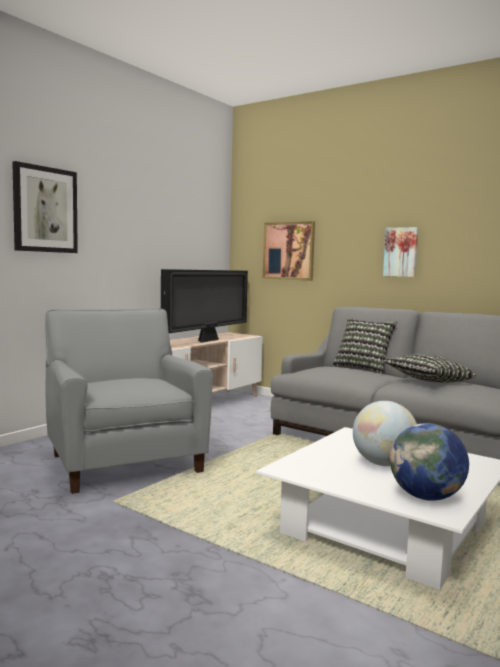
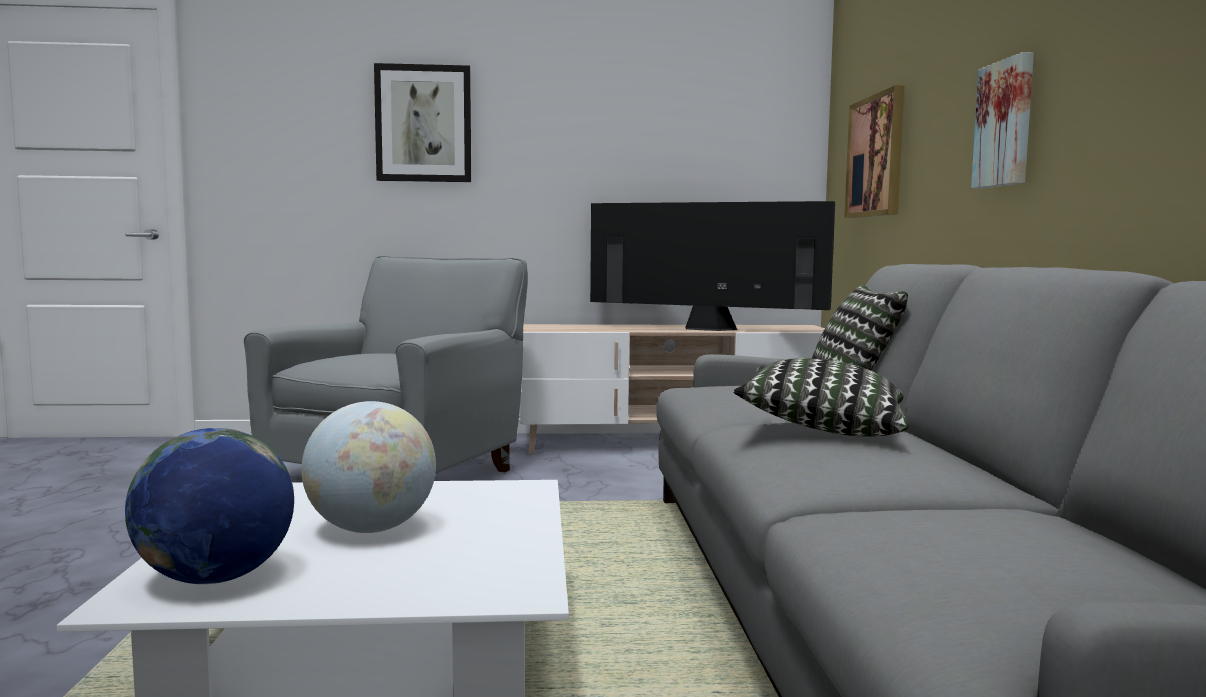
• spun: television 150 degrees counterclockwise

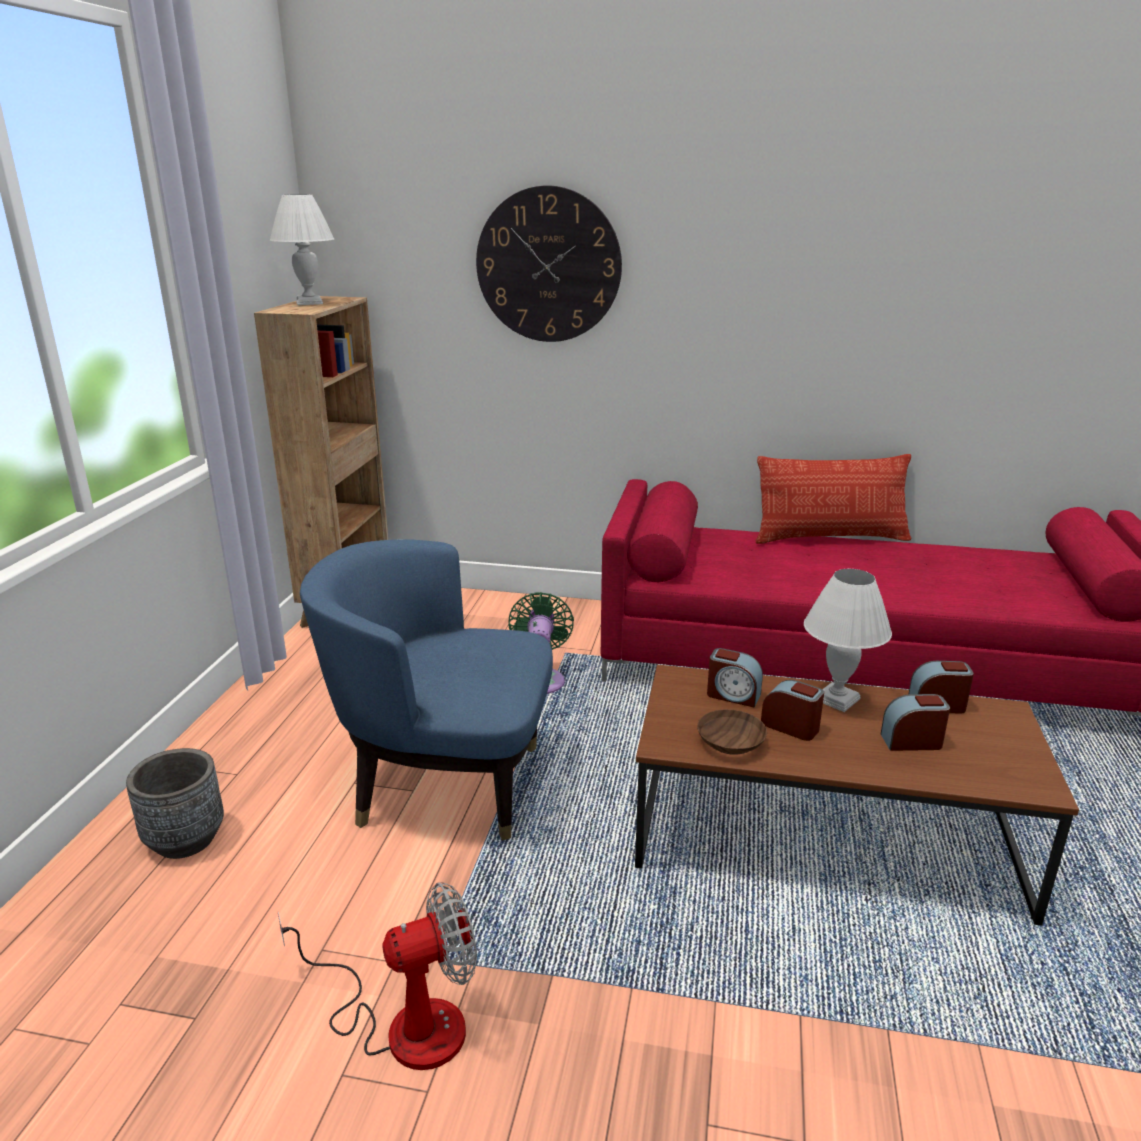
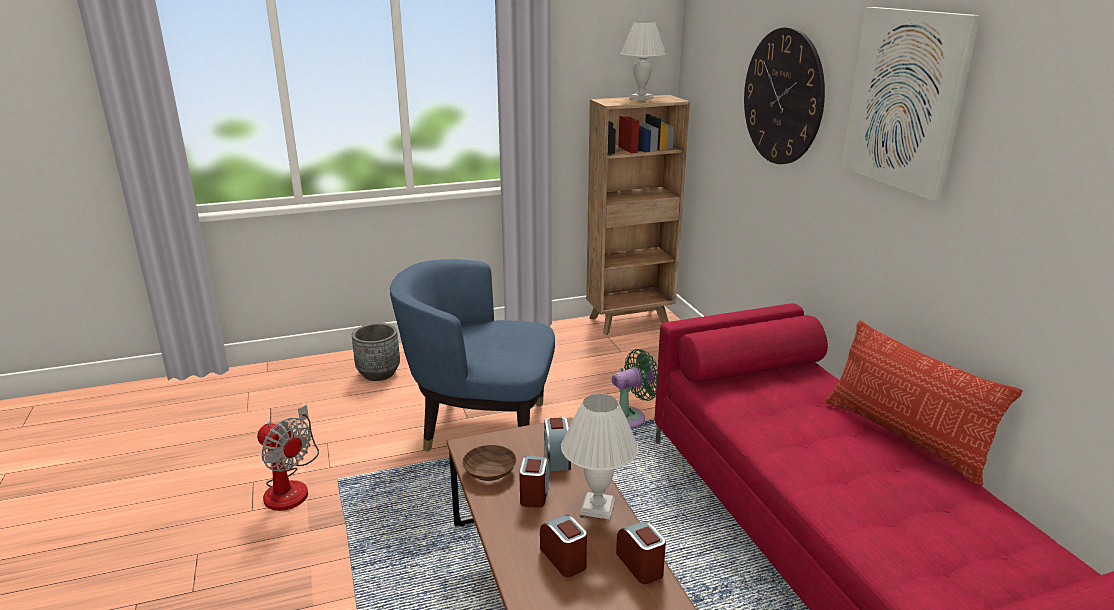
• appeared: picture
• spun: armchair (blue) 60 degrees counterclockwise

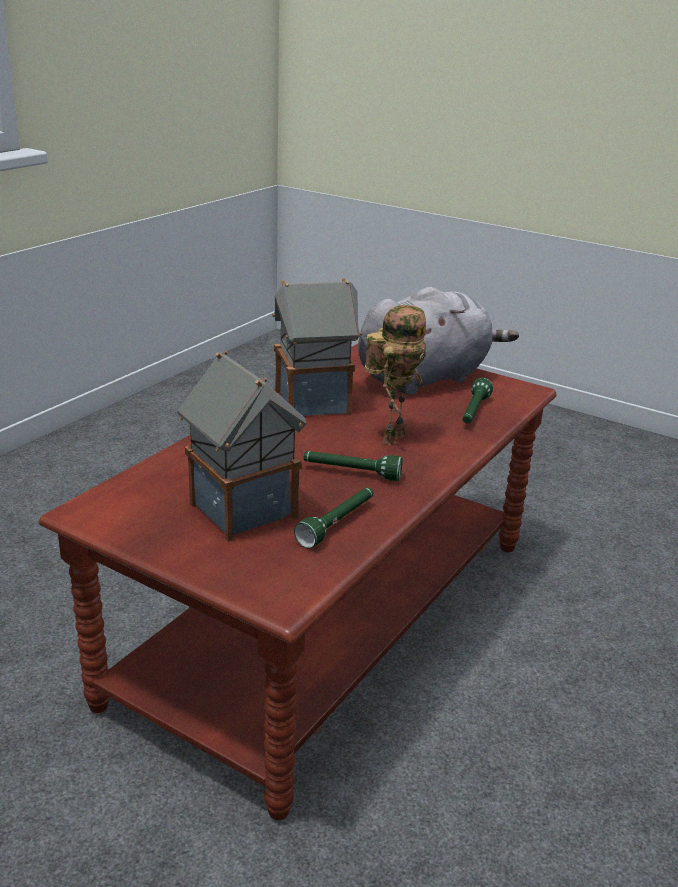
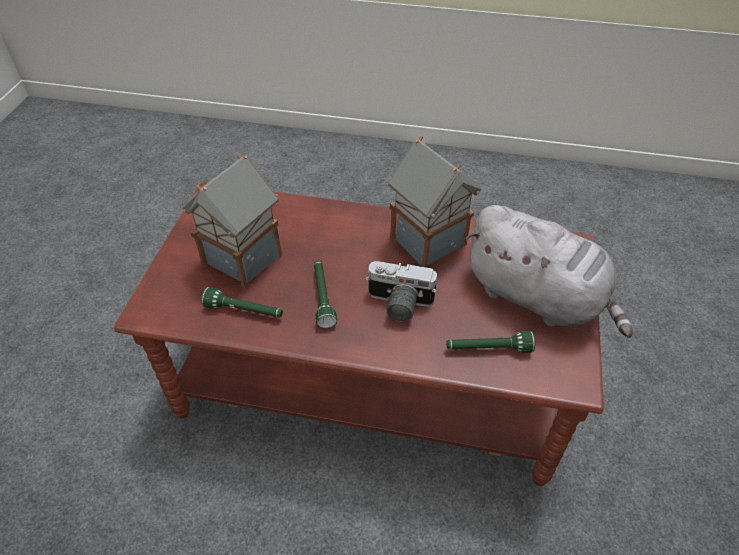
• exchanged: toy robot to photo camera

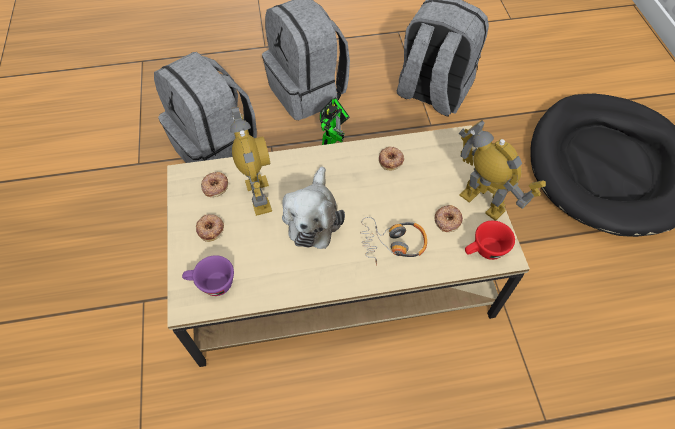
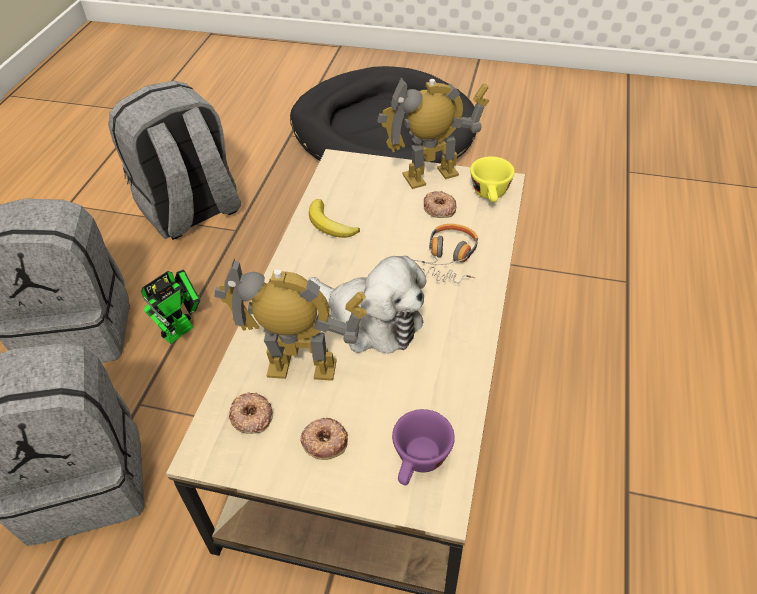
• exchanged: donut (no. 3 from left) to banana
• colour: cup (red) to cup (yellow)
• spun: toy robot (no. 2 from left in the first image) 75 degrees clockwise

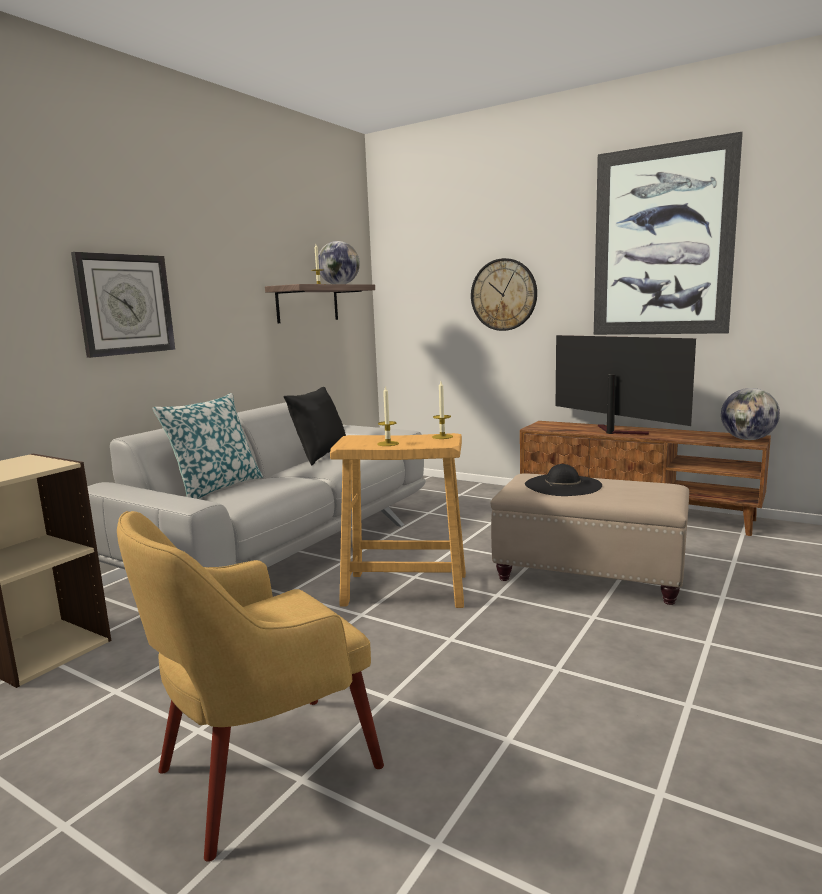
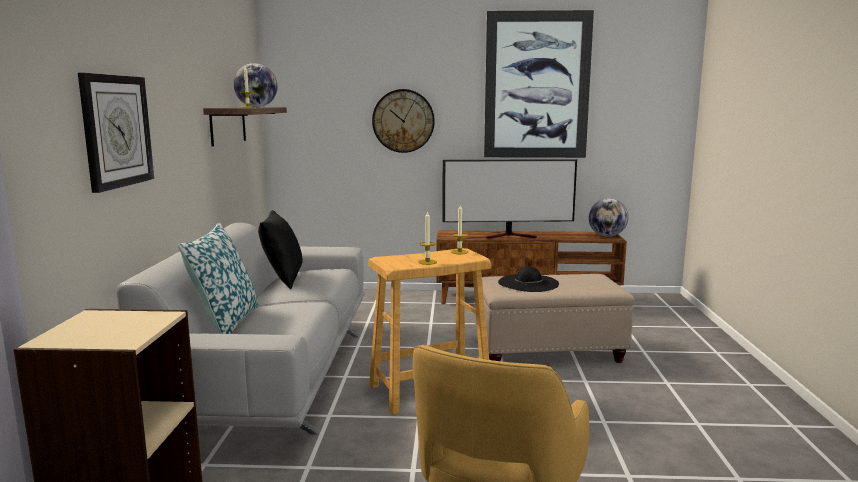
• spun: television 150 degrees clockwise

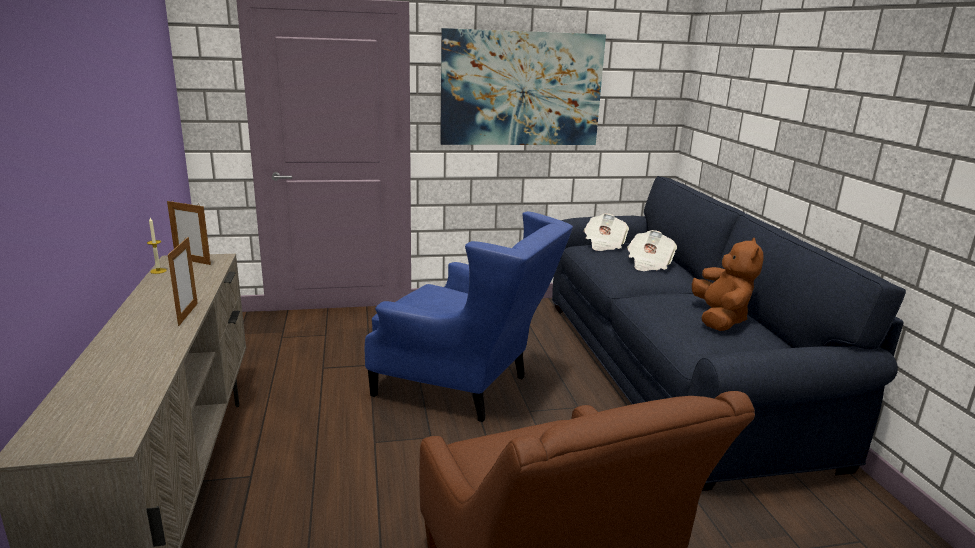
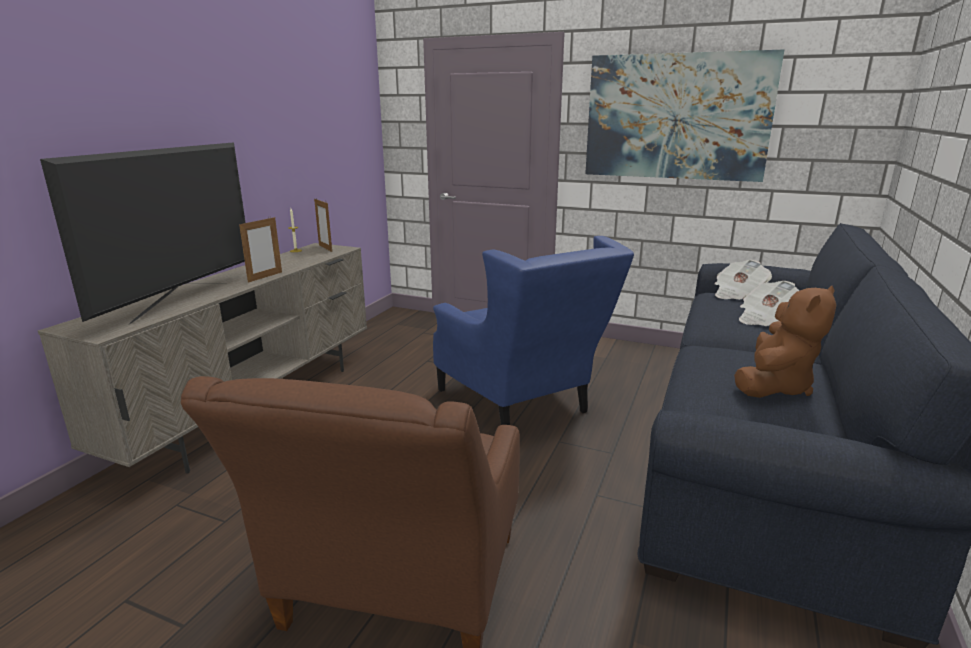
• appeared: television

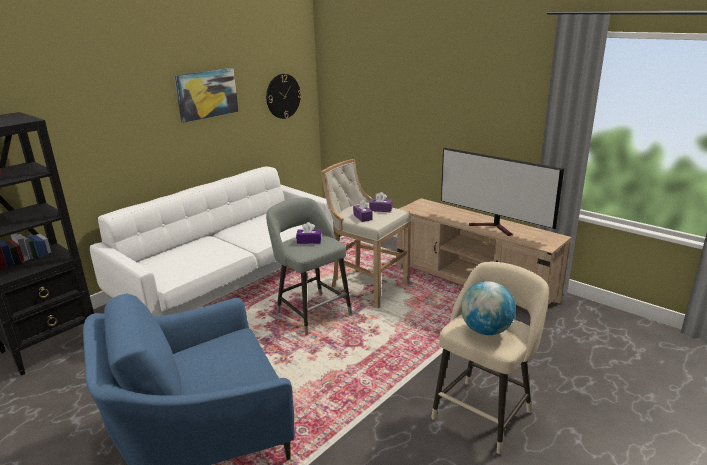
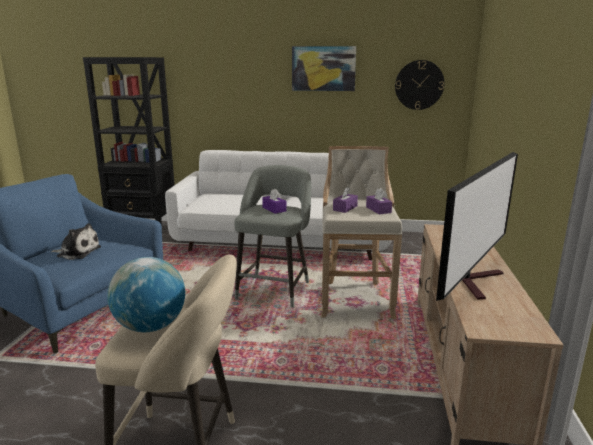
• appeared: plush toy
• spun: television 150 degrees counterclockwise

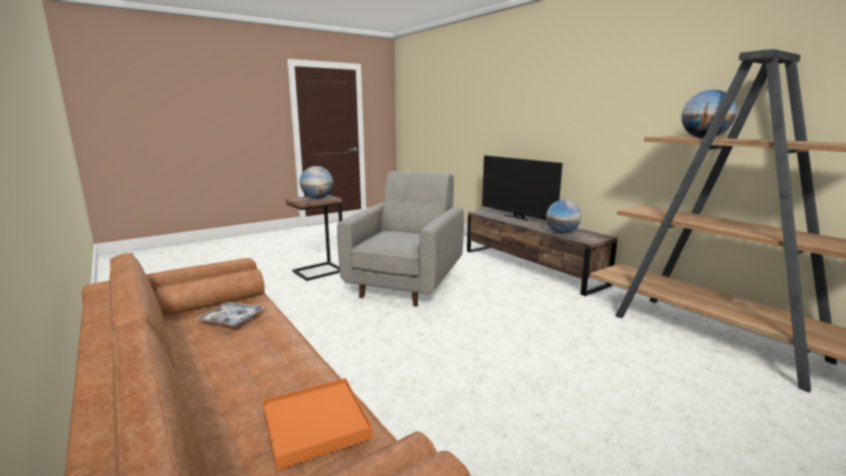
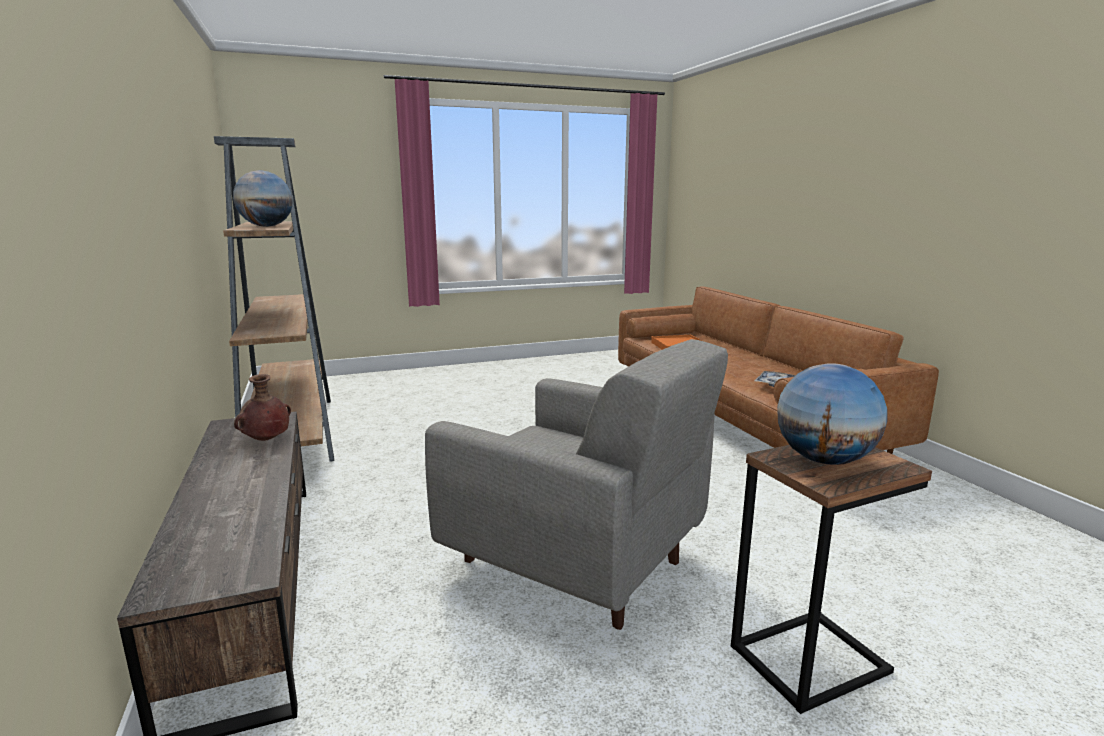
• missing: television
• exchanged: globe (no. 2 from left) to vase (brown)
• spun: armchair (grey) 90 degrees counterclockwise

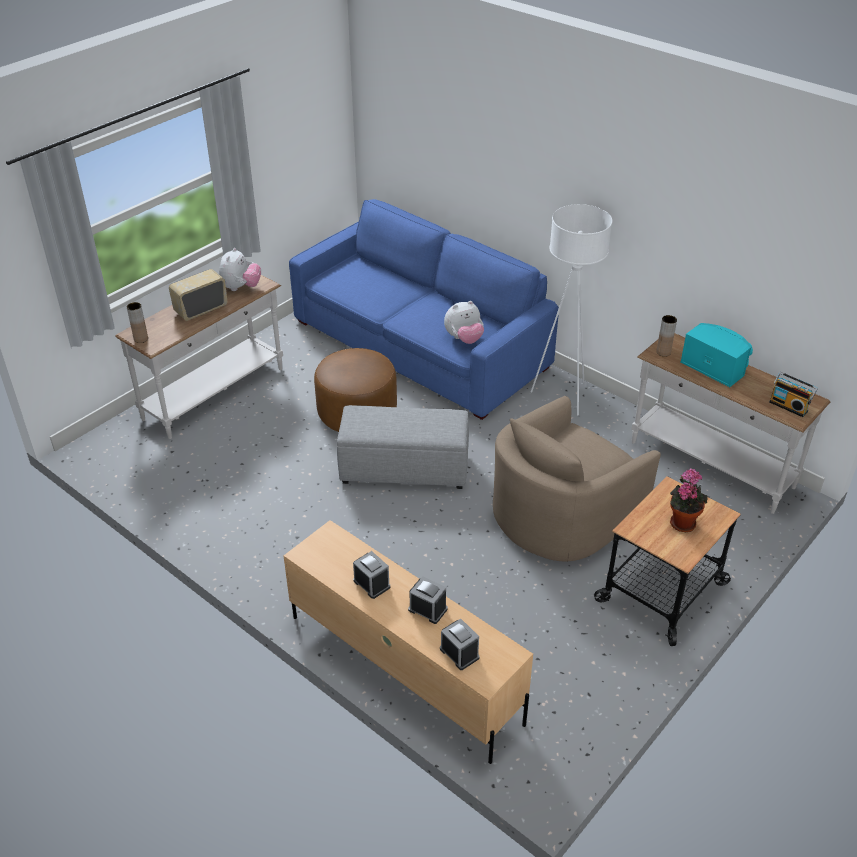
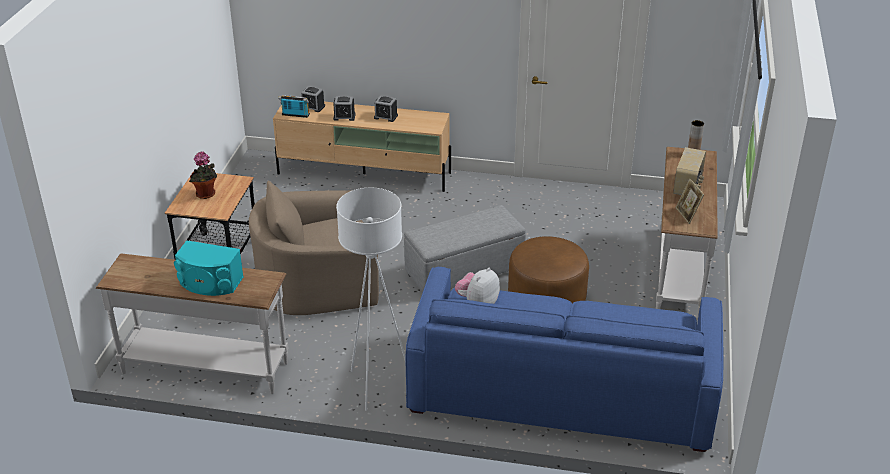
• missing: vase (brown) (no. 2 from left)
• relocated: radio (no. 2 from left in the first image) to radio (no. 1 from left)
• exchanged: plush toy (no. 1 from left) to picture frame
• spun: armchair (beige) 120 degrees counterclockwise

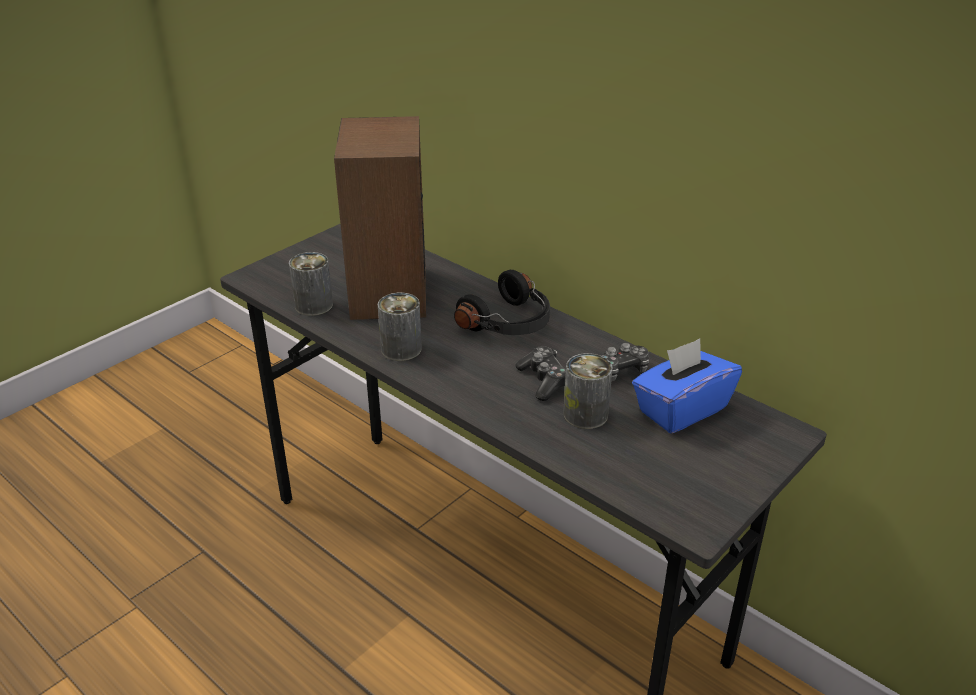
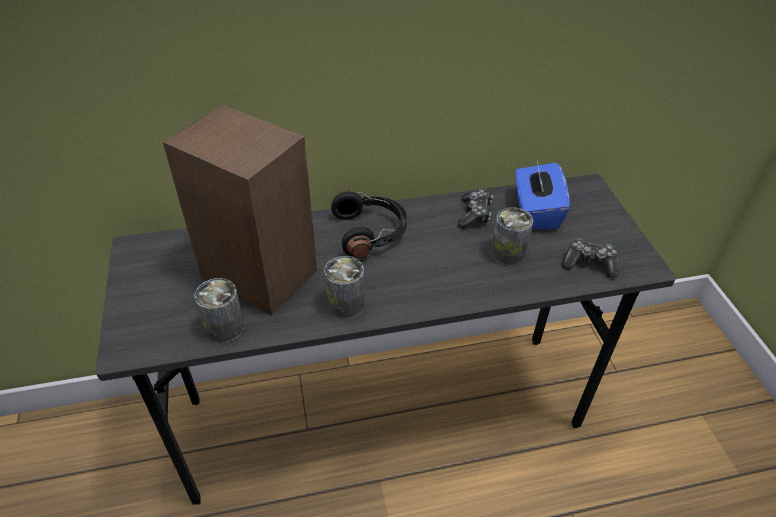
• relocated: game controller (no. 1 from left in the first image) to game controller (no. 2 from left)

